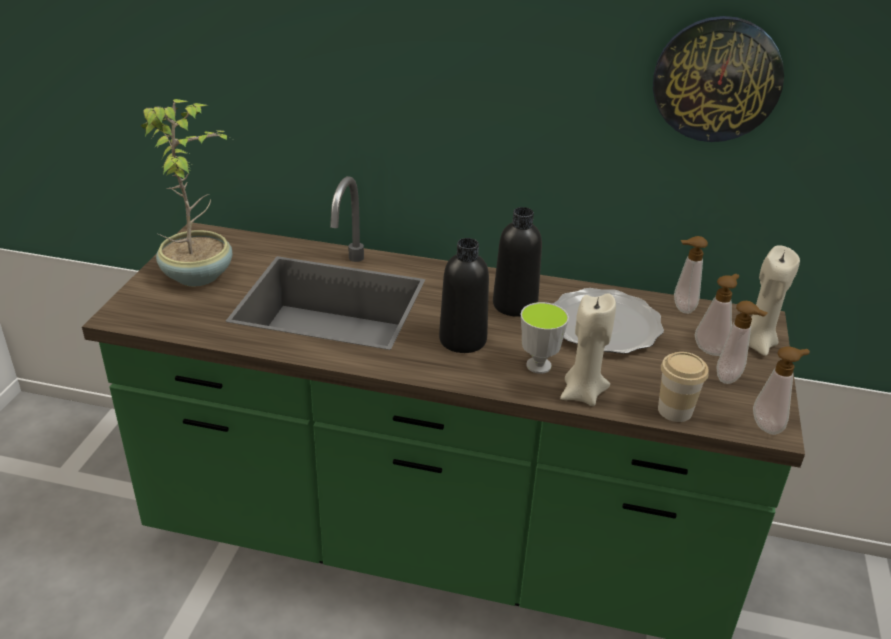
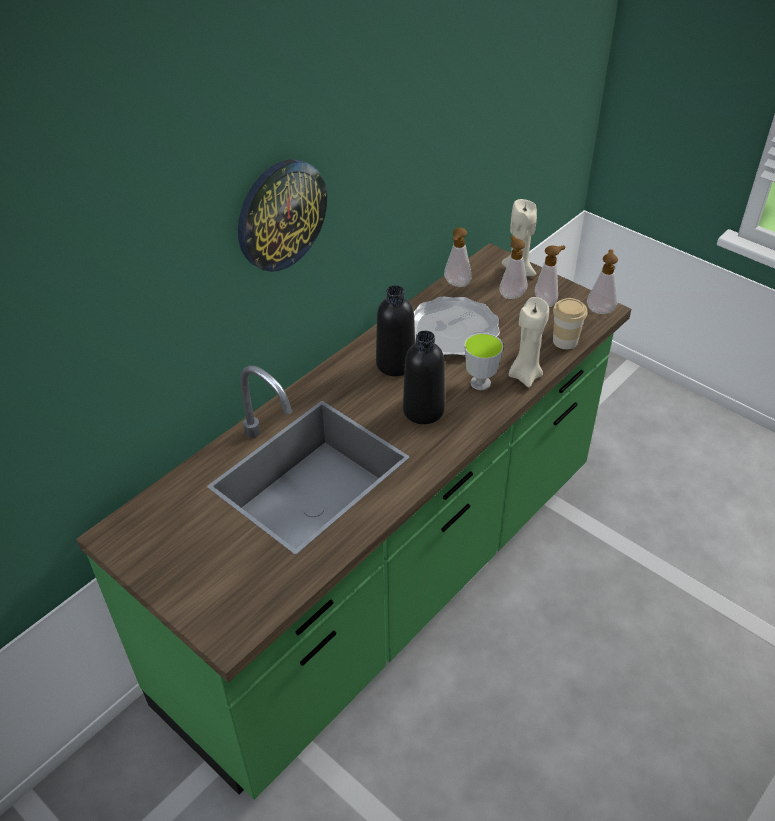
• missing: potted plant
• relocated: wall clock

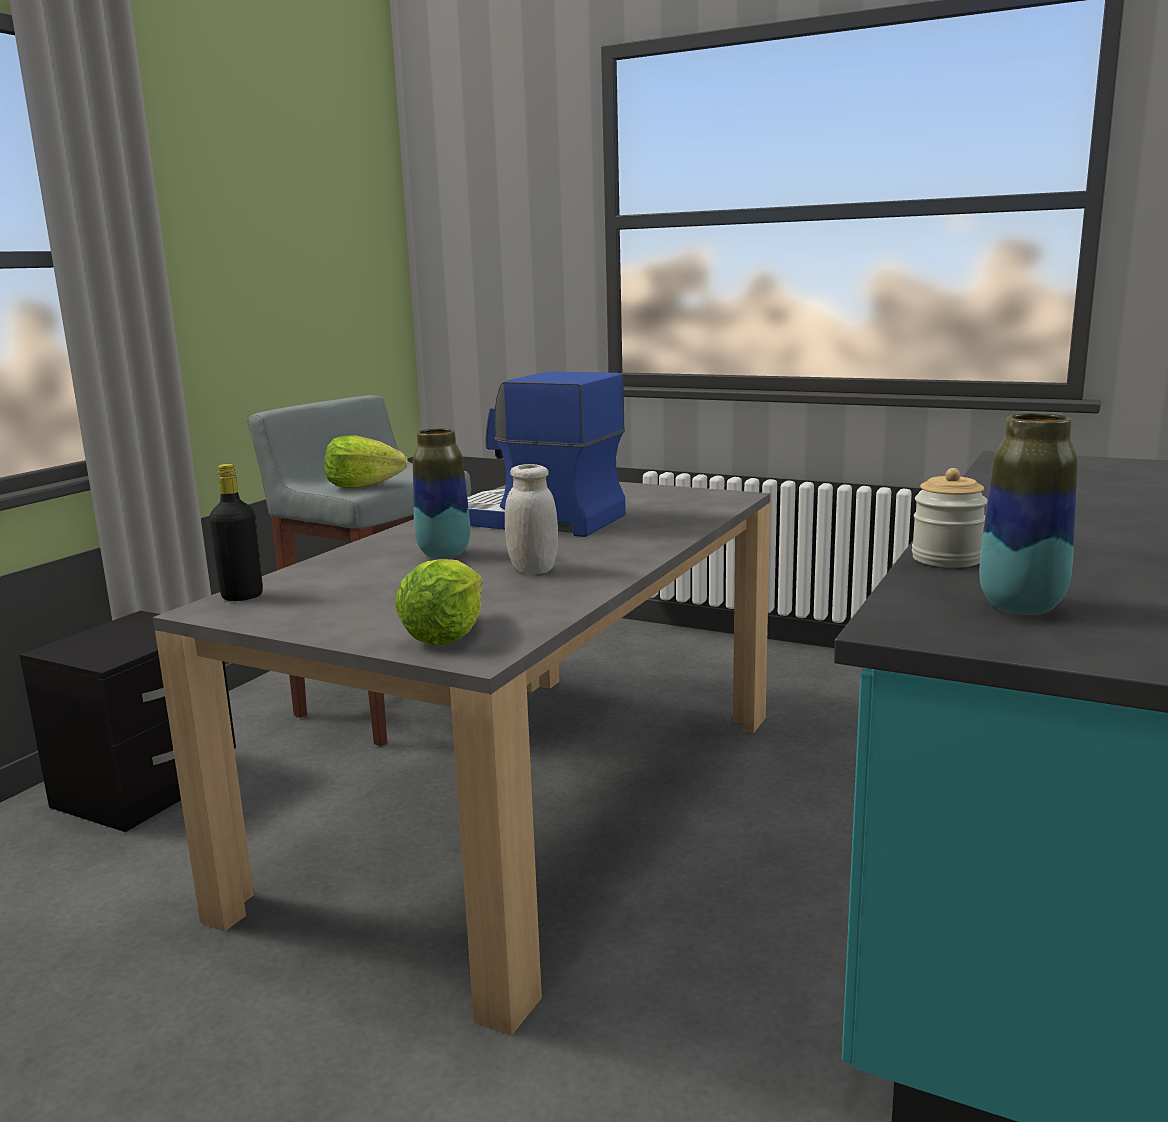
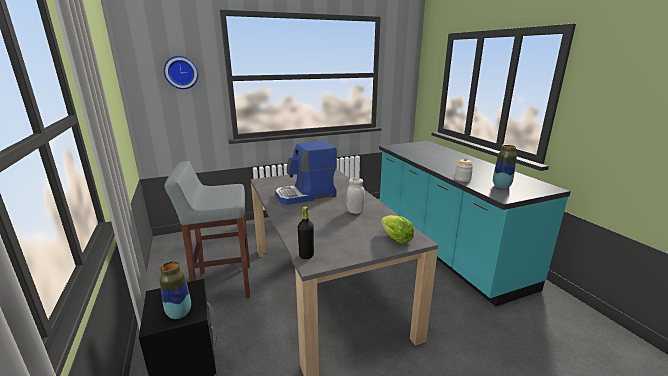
• missing: lettuce (no. 1 from left)
• appeared: wall clock
• relocated: vase (no. 1 from left)

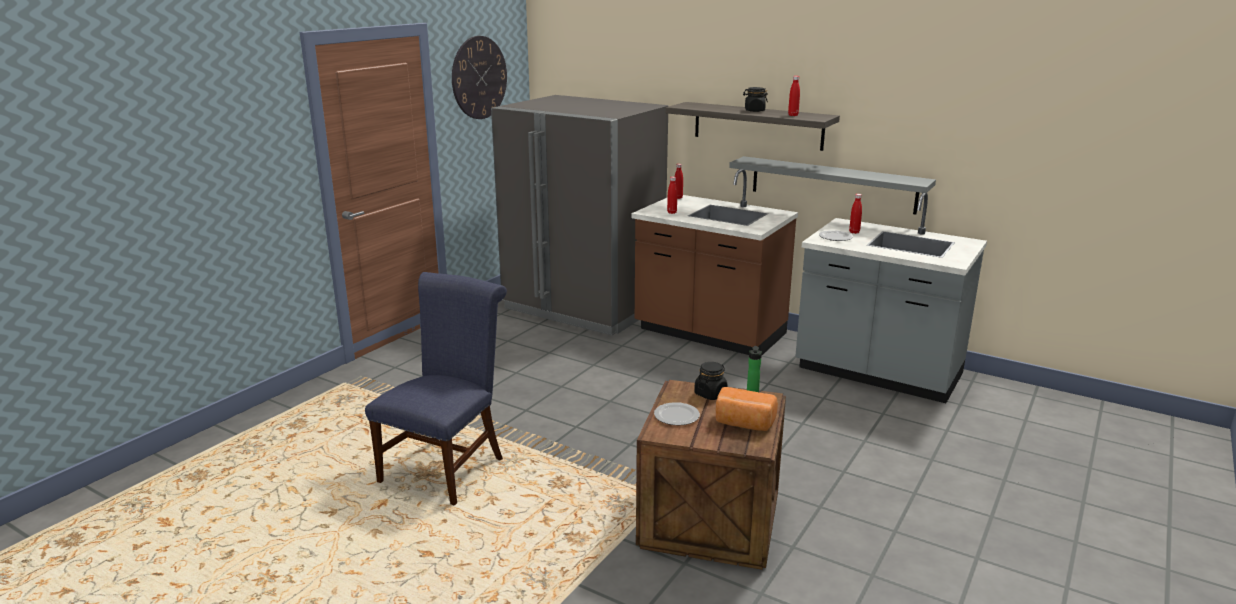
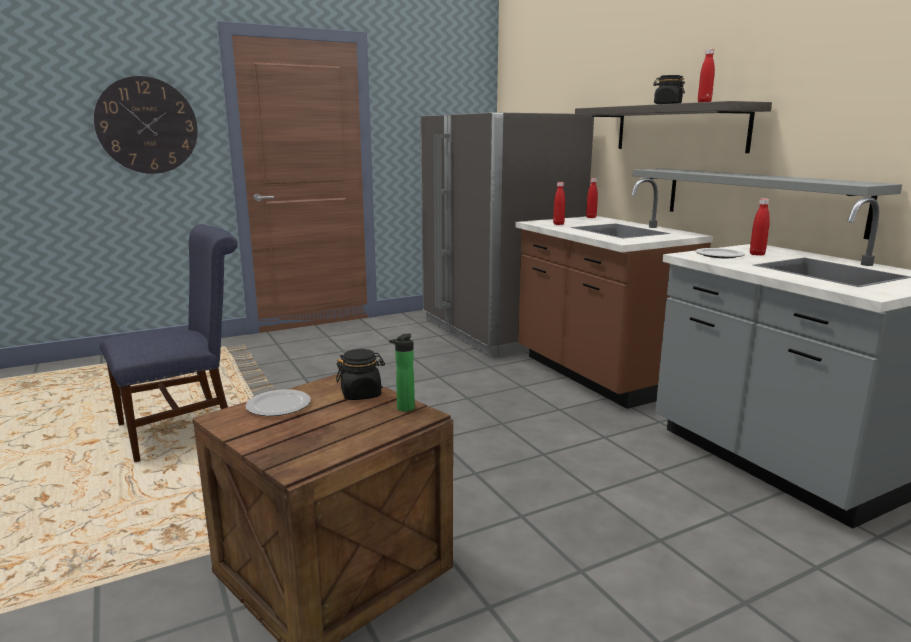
• missing: bread
• relocated: wall clock

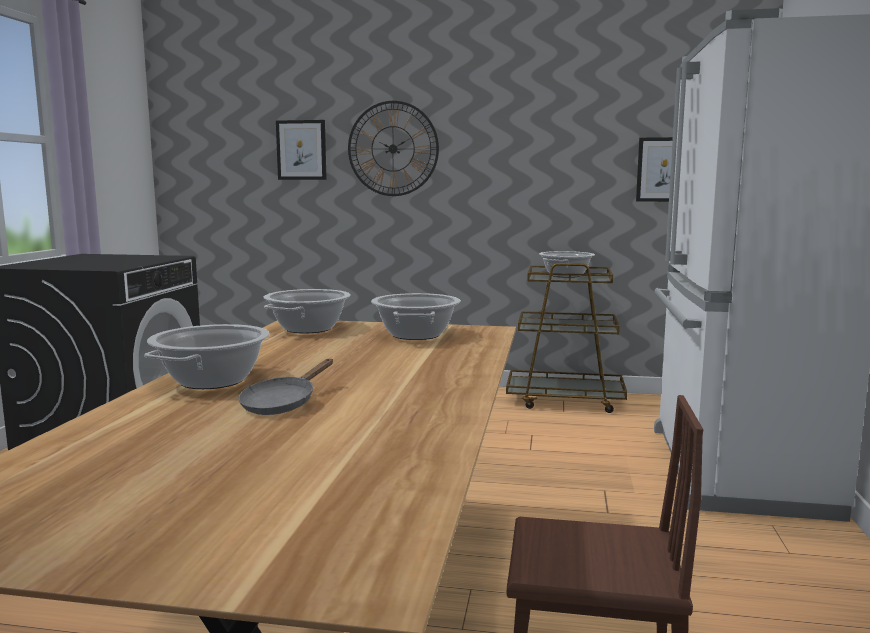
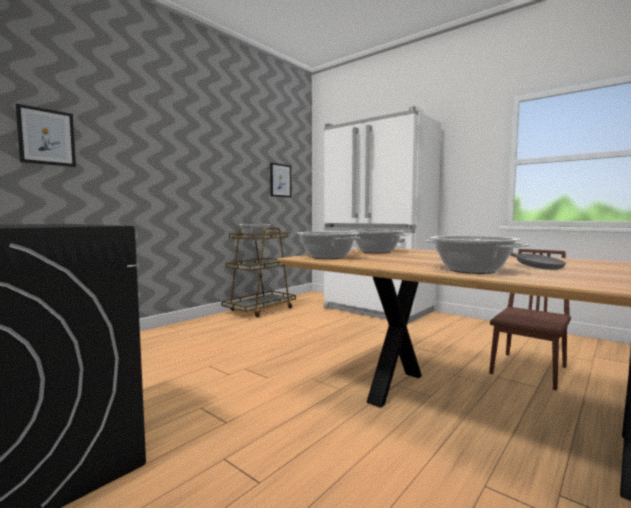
• missing: wall clock

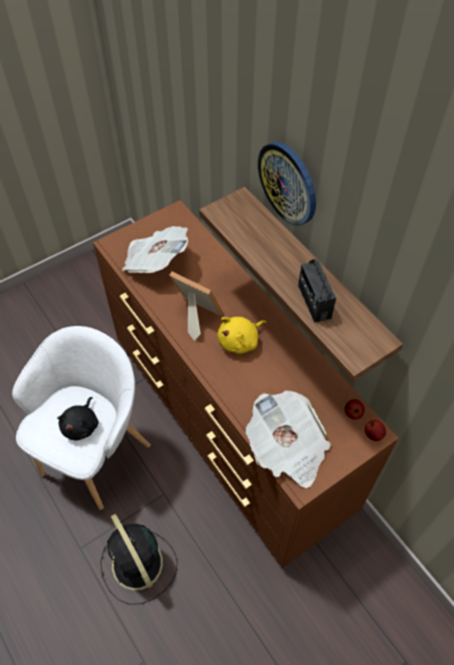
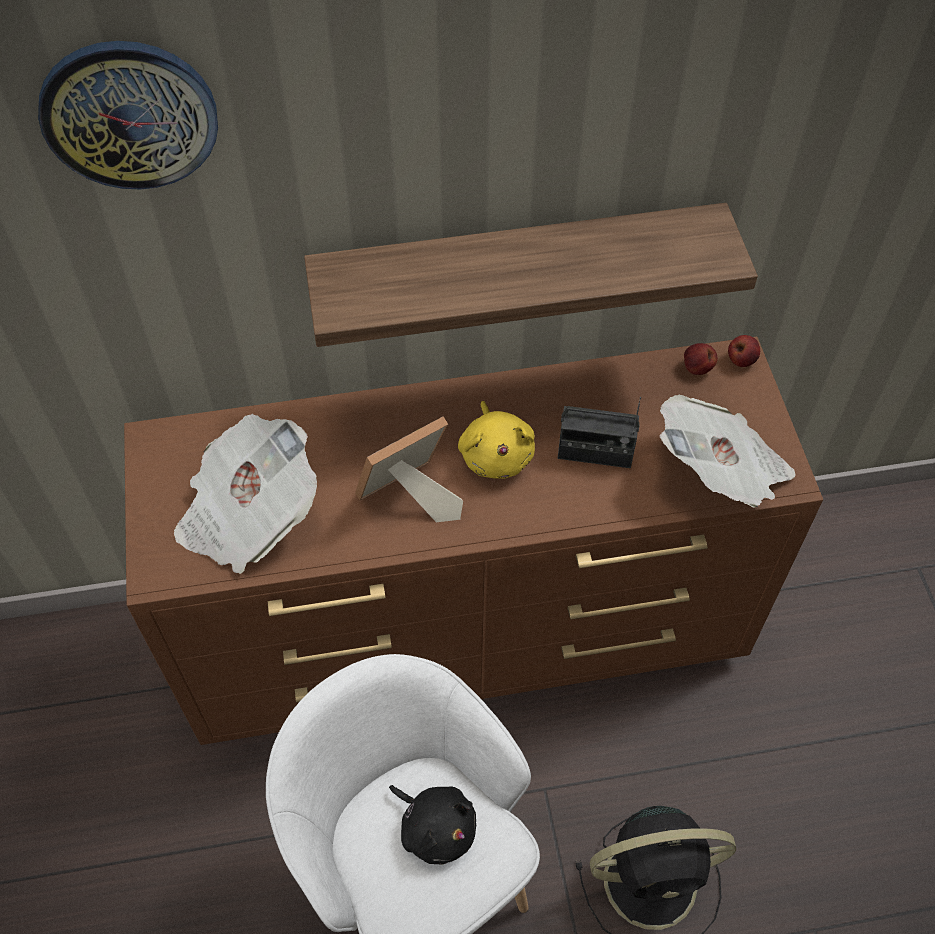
• relocated: wall clock
• relocated: radio

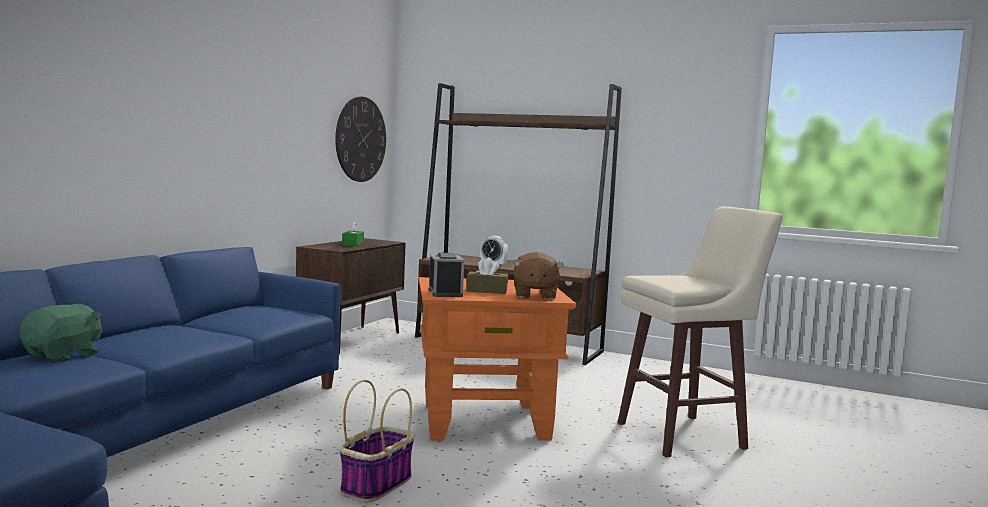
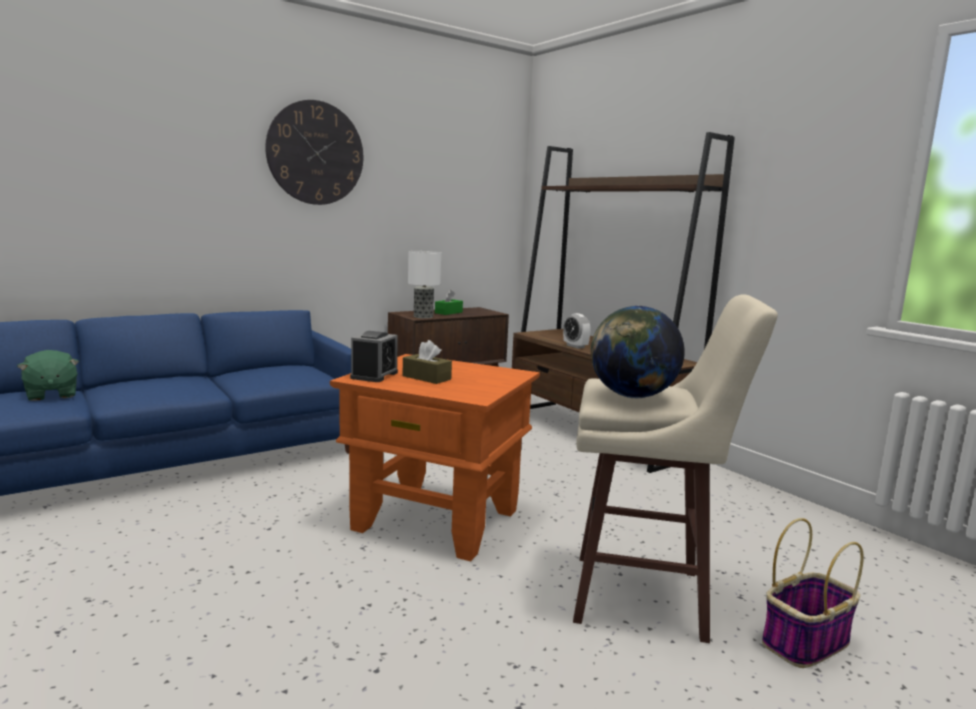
• missing: plush toy (brown)
• appeared: table lamp
• appeared: globe
• relocated: wall clock
• relocated: basket
• spun: plush toy (green) 90 degrees clockwise

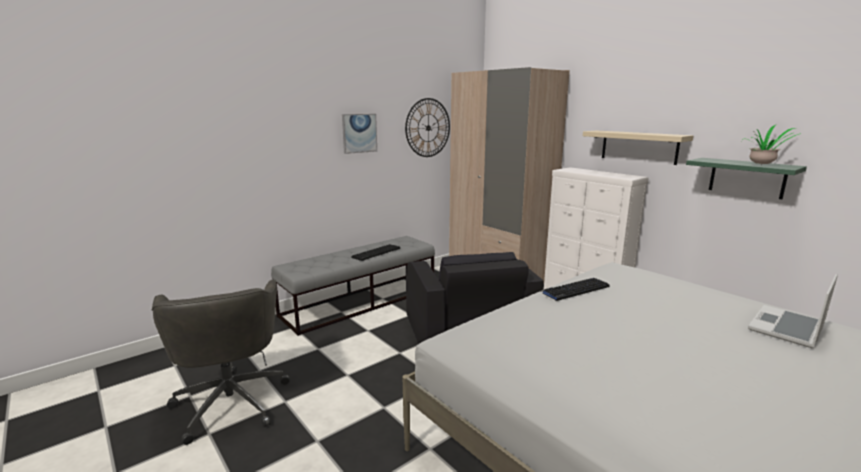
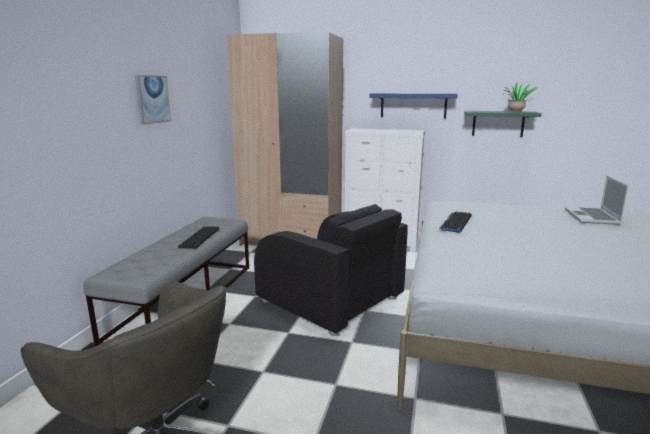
• missing: wall clock
• colour: shelf (beige) to shelf (blue)

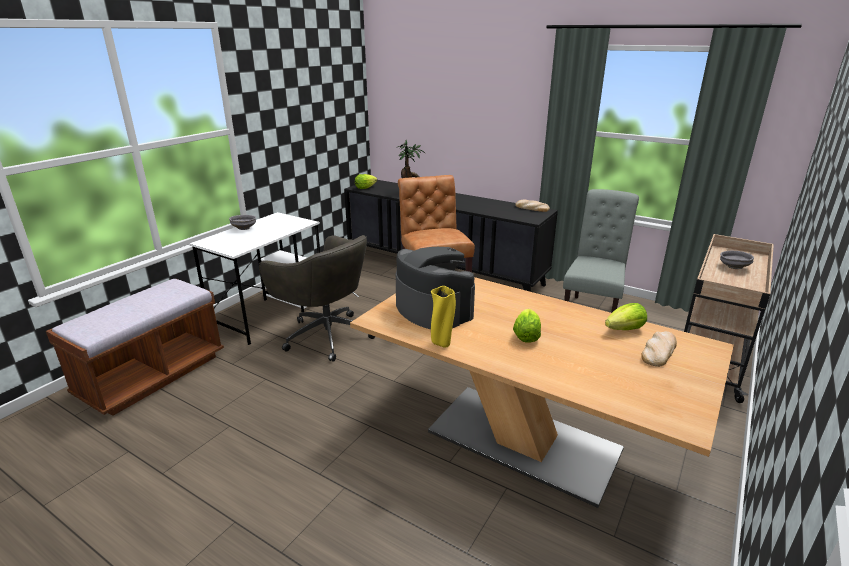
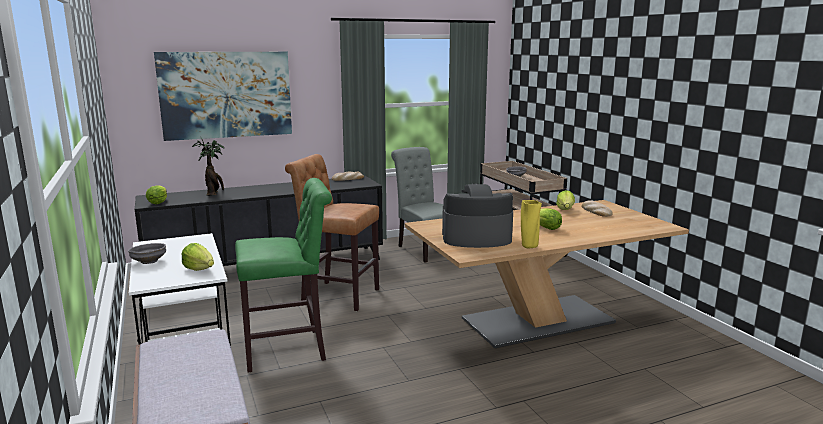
• appeared: picture
• appeared: lettuce (no. 2 from left)
• exchanged: office chair (grey) to stool (green)

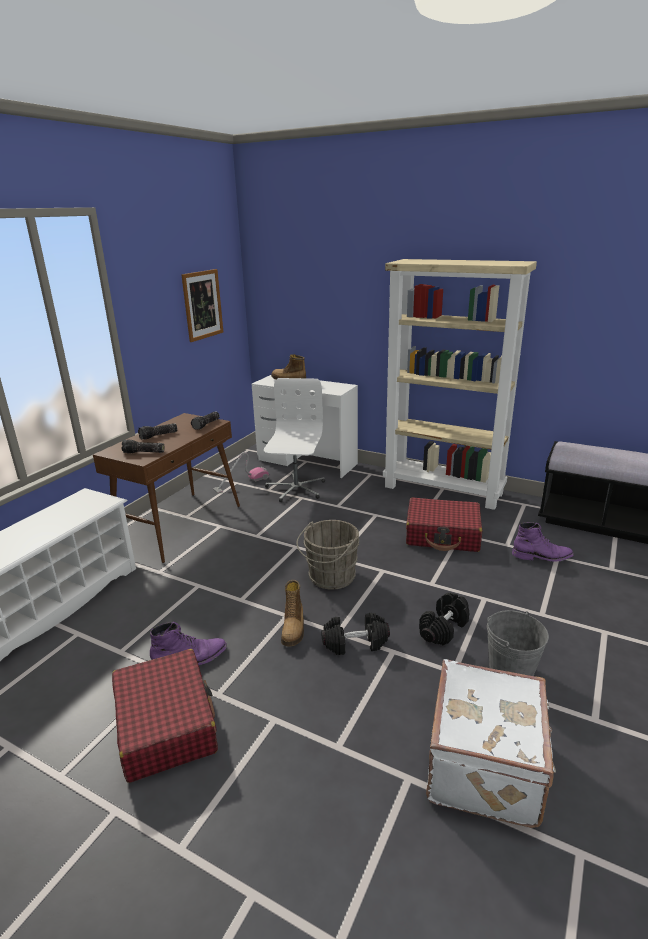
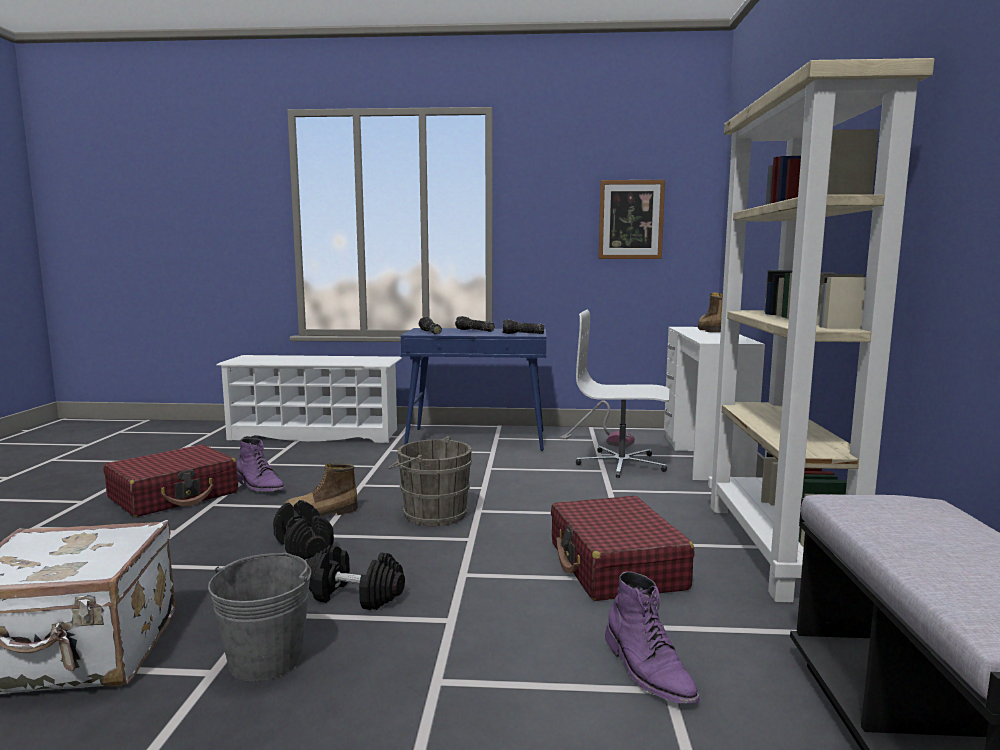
• colour: console table (brown) to console table (blue)
• spun: office chair (white) 150 degrees counterclockwise

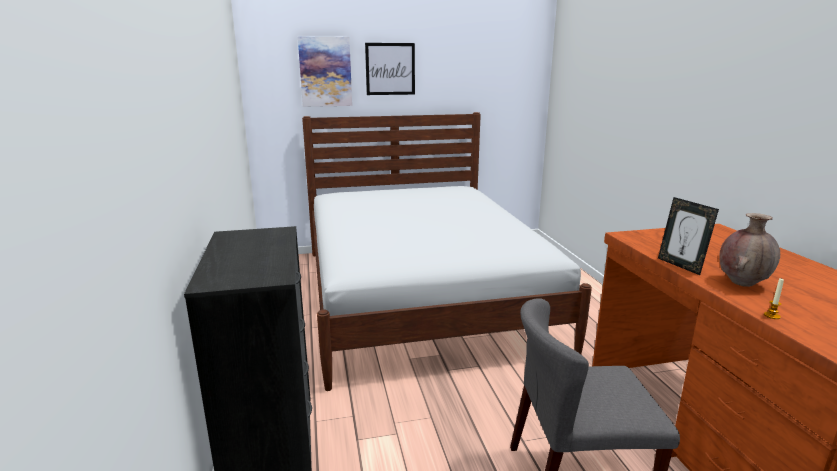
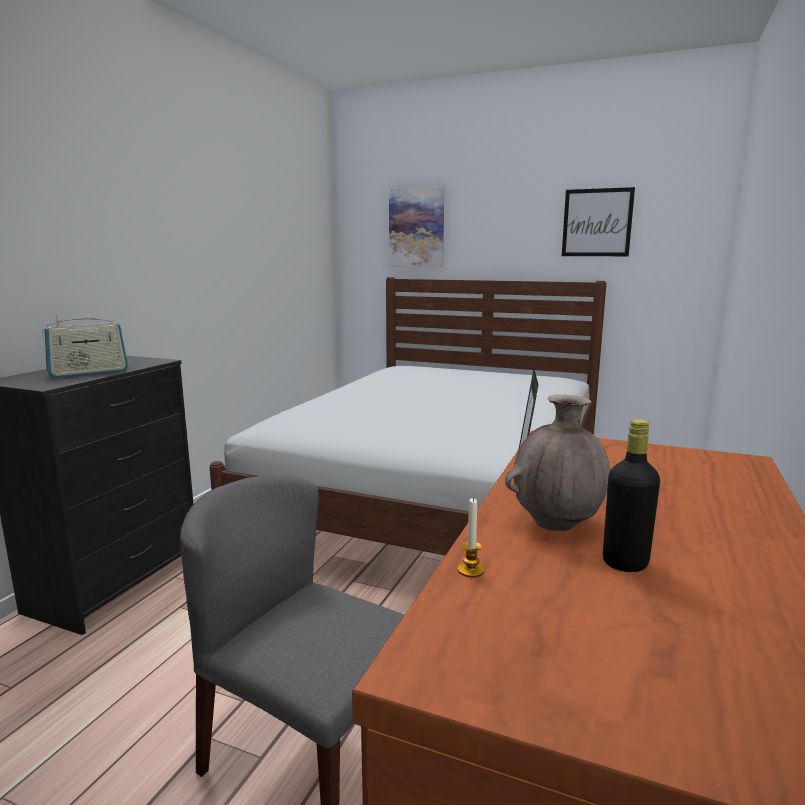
• appeared: radio
• appeared: bottle (black)
• relocated: picture (no. 2 from left)

